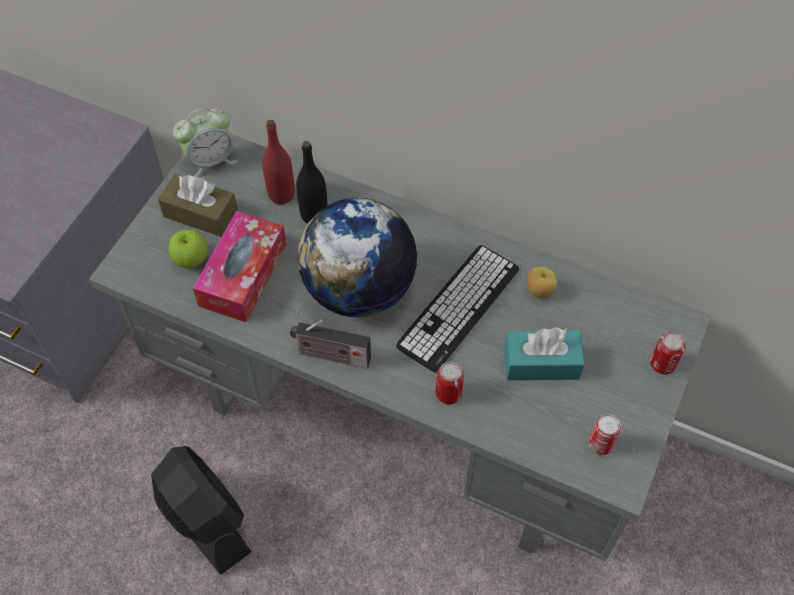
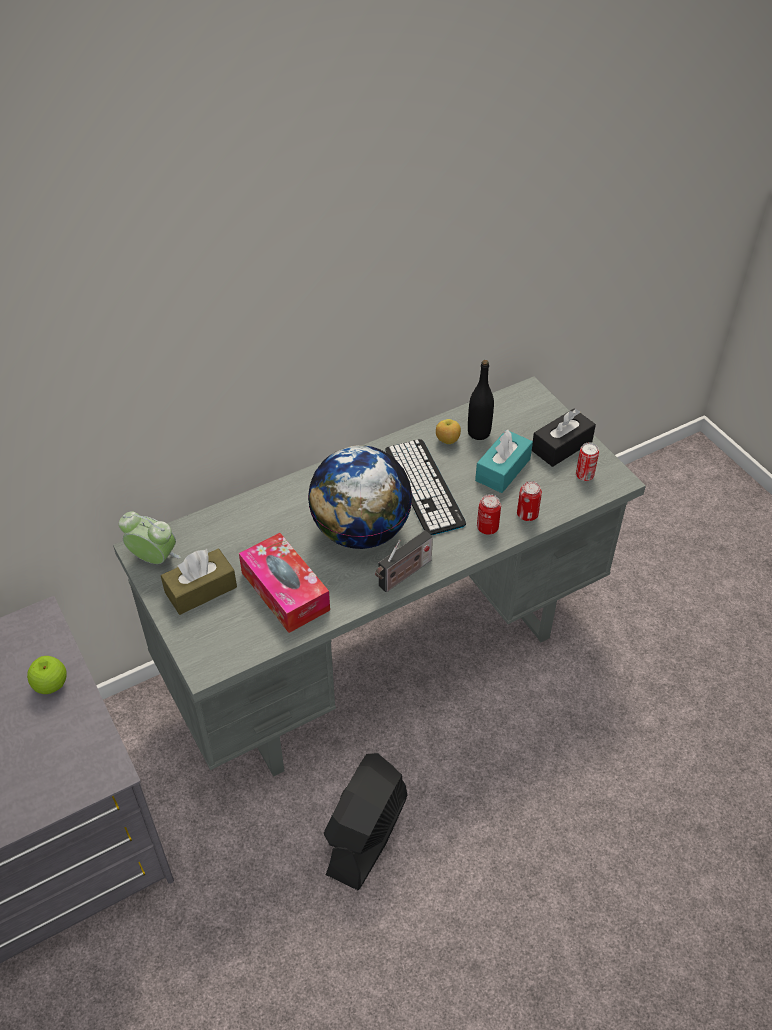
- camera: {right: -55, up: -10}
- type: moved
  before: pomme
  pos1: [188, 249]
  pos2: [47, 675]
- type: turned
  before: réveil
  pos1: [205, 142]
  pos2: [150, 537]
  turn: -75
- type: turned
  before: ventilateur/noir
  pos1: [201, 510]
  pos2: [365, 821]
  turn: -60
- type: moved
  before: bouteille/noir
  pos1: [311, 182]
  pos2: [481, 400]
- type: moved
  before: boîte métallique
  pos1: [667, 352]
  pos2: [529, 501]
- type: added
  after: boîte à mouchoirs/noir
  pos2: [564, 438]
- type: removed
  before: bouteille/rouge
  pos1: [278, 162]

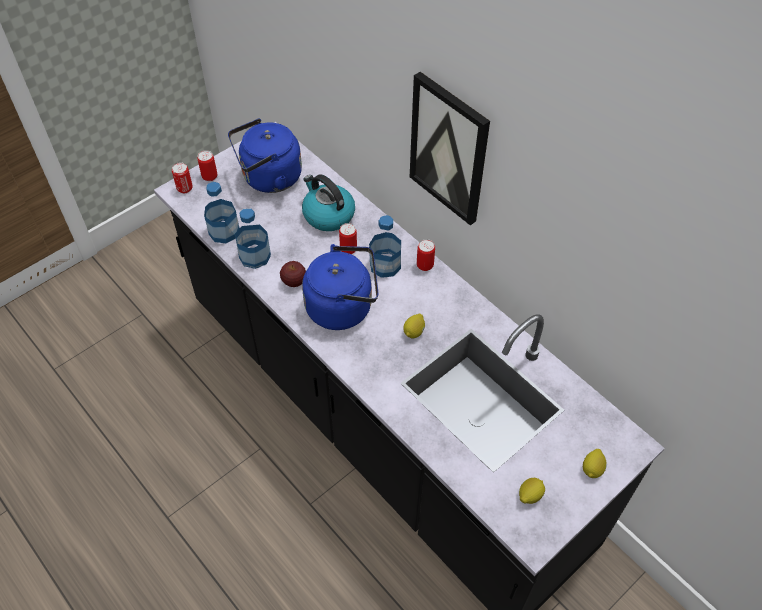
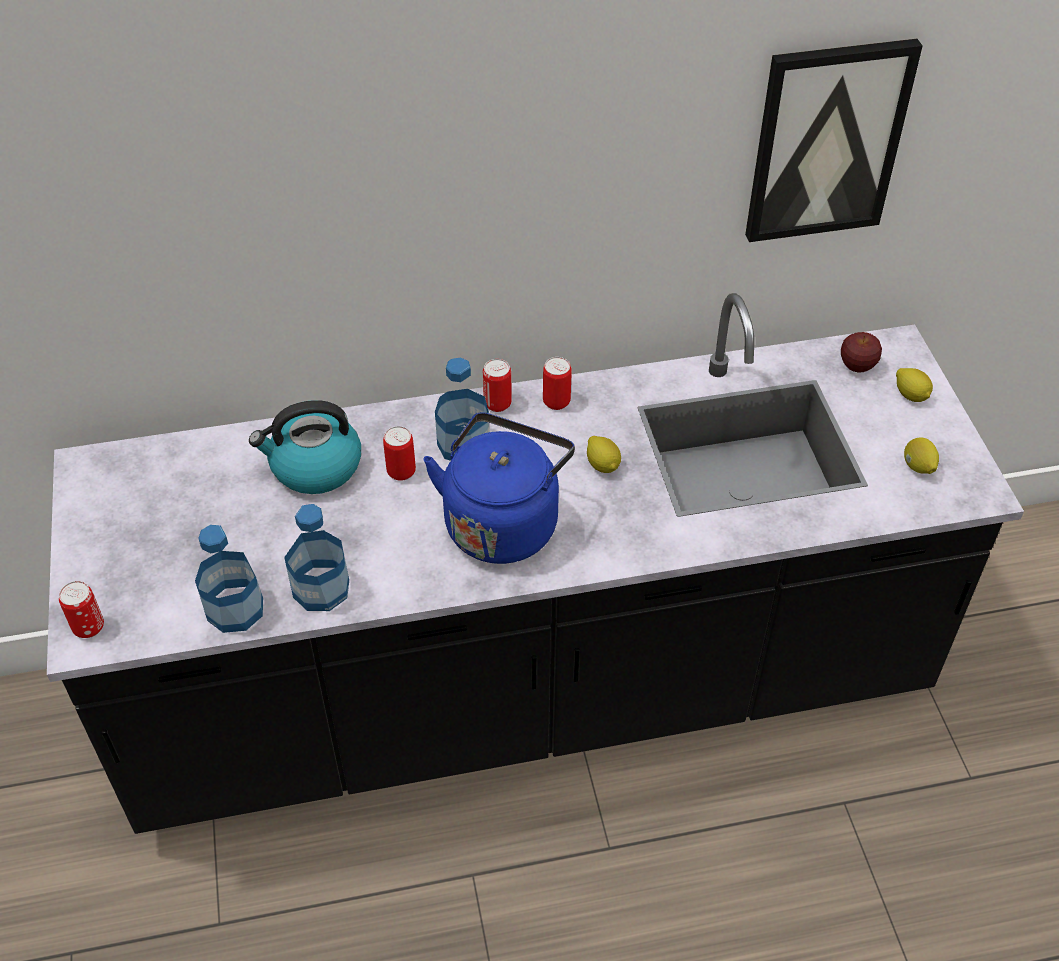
- camera: {right: -60, up: -5}
- type: moved
  before: boîte métallique
  pos1: [207, 165]
  pos2: [557, 383]
- type: moved
  before: tableau
  pos1: [450, 148]
  pos2: [833, 140]
- type: moved
  before: pomme
  pos1: [293, 274]
  pos2: [861, 352]
- type: removed
  before: bouilloire/bleu
  pos1: [265, 156]

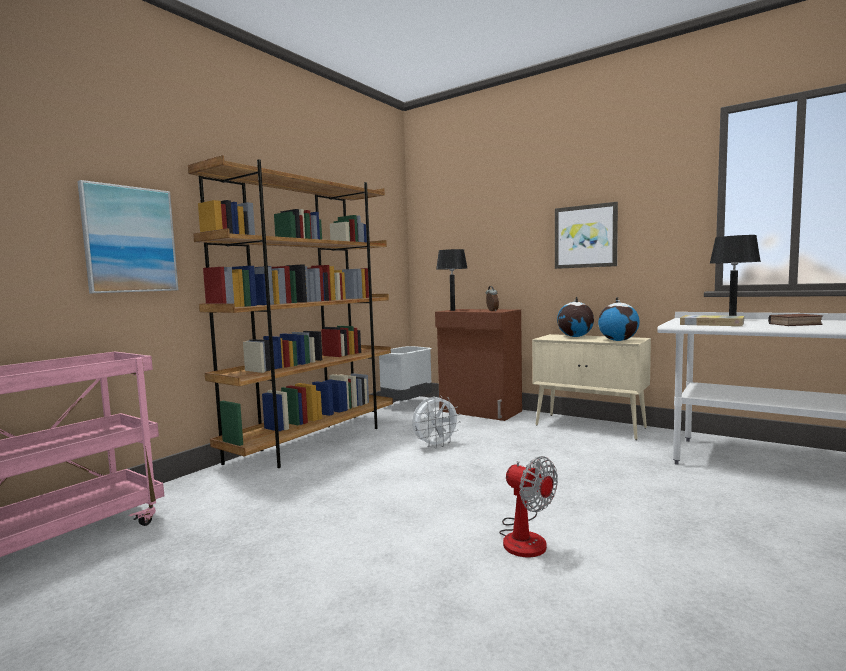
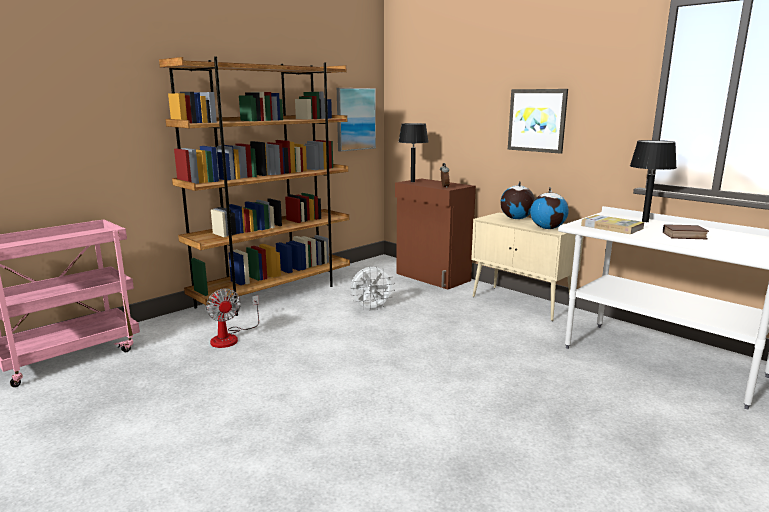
- camera: {right: 10, up: 10}
- type: moved
  before: ventilateur
  pos1: [528, 506]
  pos2: [232, 318]
- type: moved
  before: tableau
  pos1: [127, 236]
  pos2: [356, 120]
- type: removed
  before: poubelle/gris
  pos1: [405, 373]

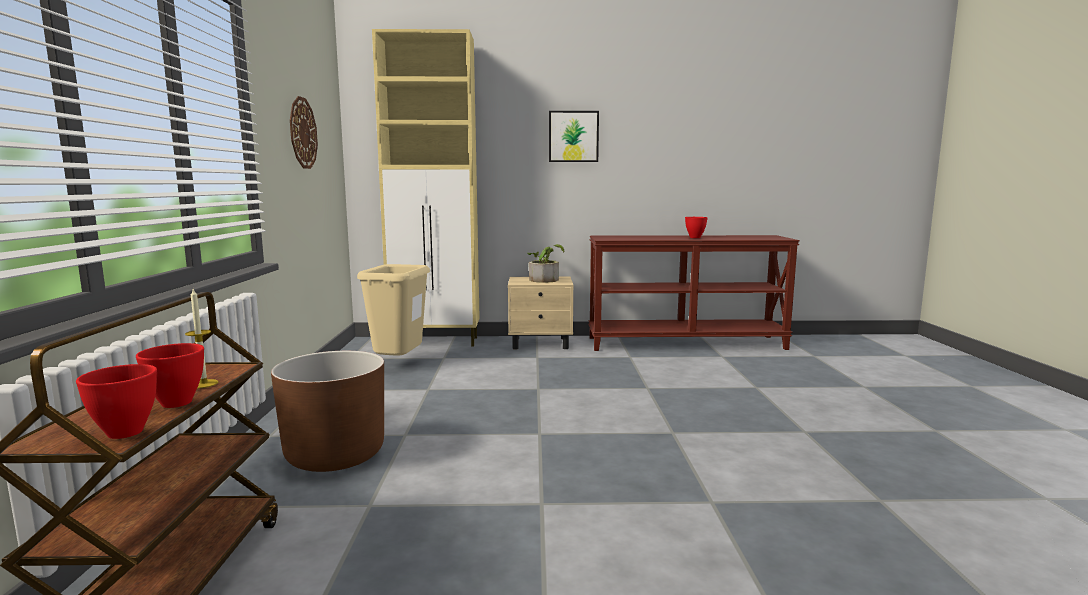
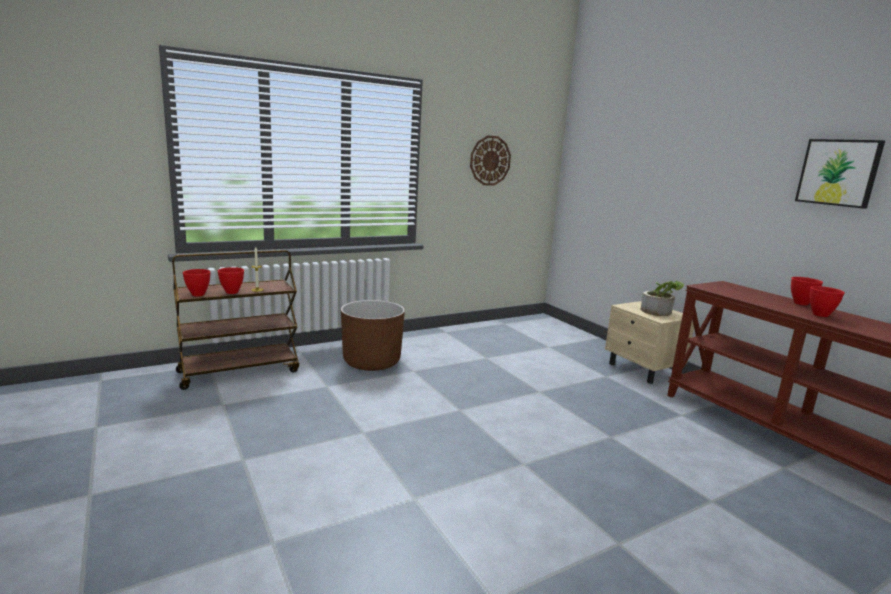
- camera: {right: 60, up: 5}
- type: added
  after: bol/rouge
  pos2: [807, 291]
- type: moved
  before: tableau
  pos1: [574, 136]
  pos2: [840, 174]
- type: removed
  before: poubelle/beige
  pos1: [393, 310]
- type: removed
  before: meuble de rangement/beige
  pos1: [426, 188]

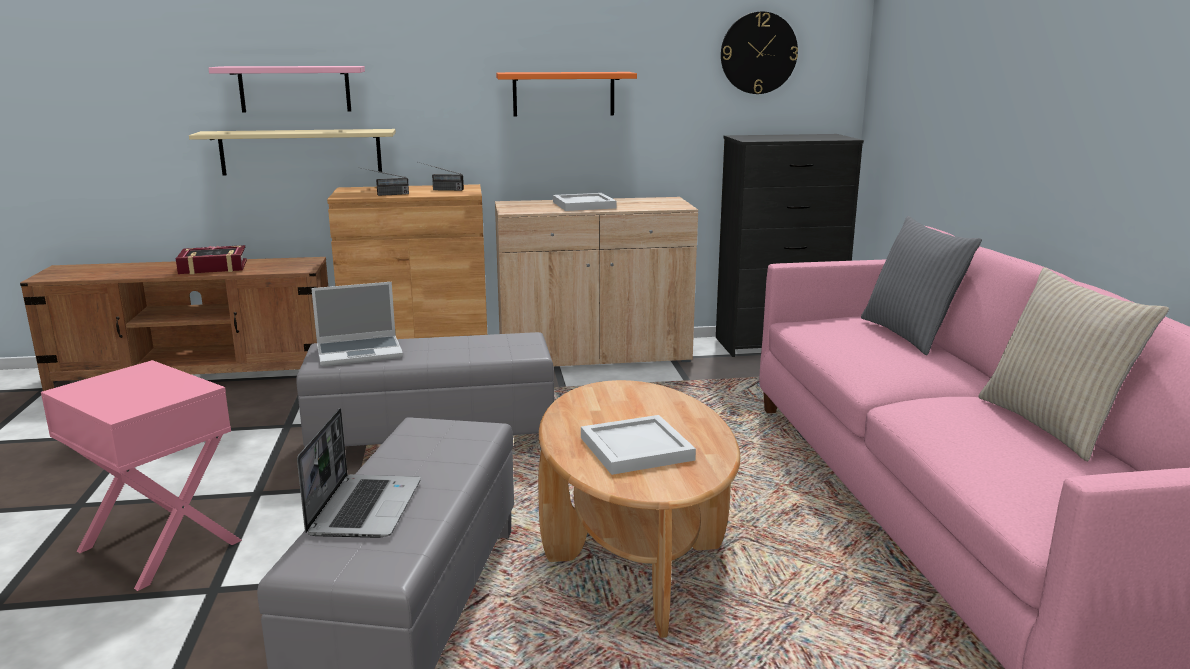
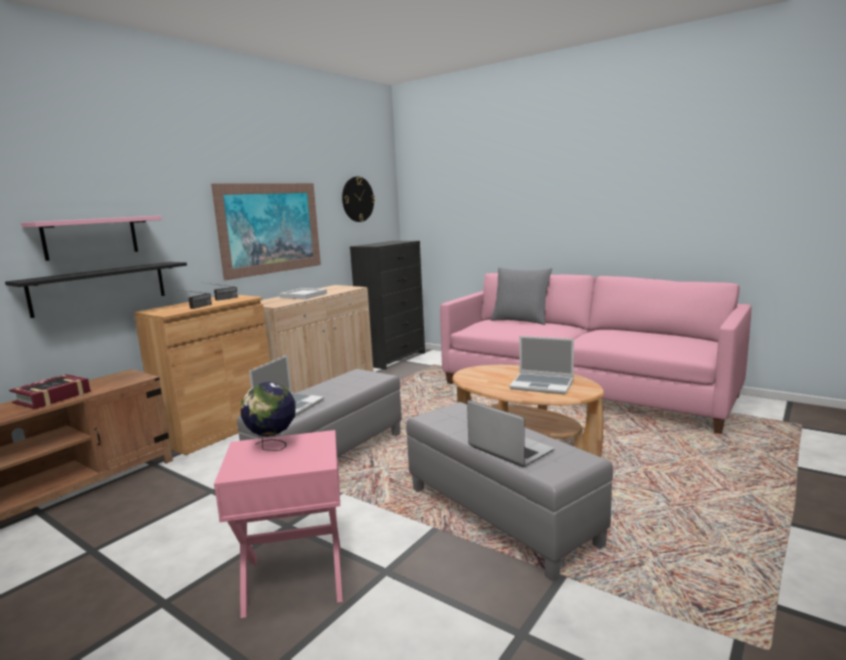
- camera: {right: -45, up: -5}
- type: recoloured
  before: étagère/beige
  after: étagère/noir
  pos1: [292, 152]
  pos2: [96, 290]
- type: replaced
  before: étagère/orange
  after: tableau
  pos1: [566, 94]
  pos2: [266, 231]
- type: added
  after: globe
  pos2: [268, 416]
- type: replaced
  before: plateau/blanc
  after: ordinateur portable
  pos1: [638, 445]
  pos2: [541, 365]
- type: removed
  before: coussin/beige
  pos1: [1074, 364]

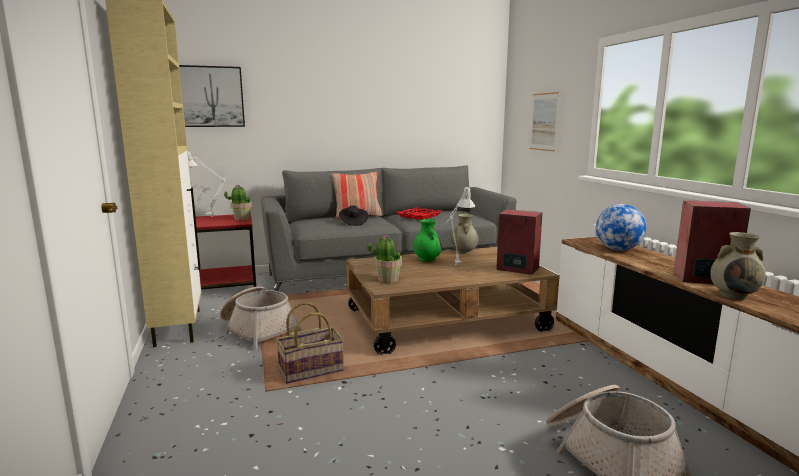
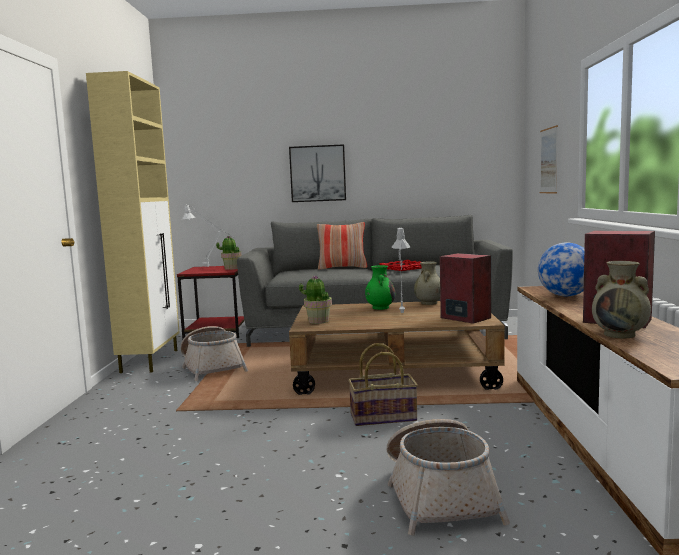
- camera: {right: 20, up: -5}
- type: moved
  before: tableau
  pos1: [212, 96]
  pos2: [317, 173]
- type: moved
  before: panier
  pos1: [310, 342]
  pos2: [383, 384]
- type: removed
  before: chapeau/noir
  pos1: [353, 216]

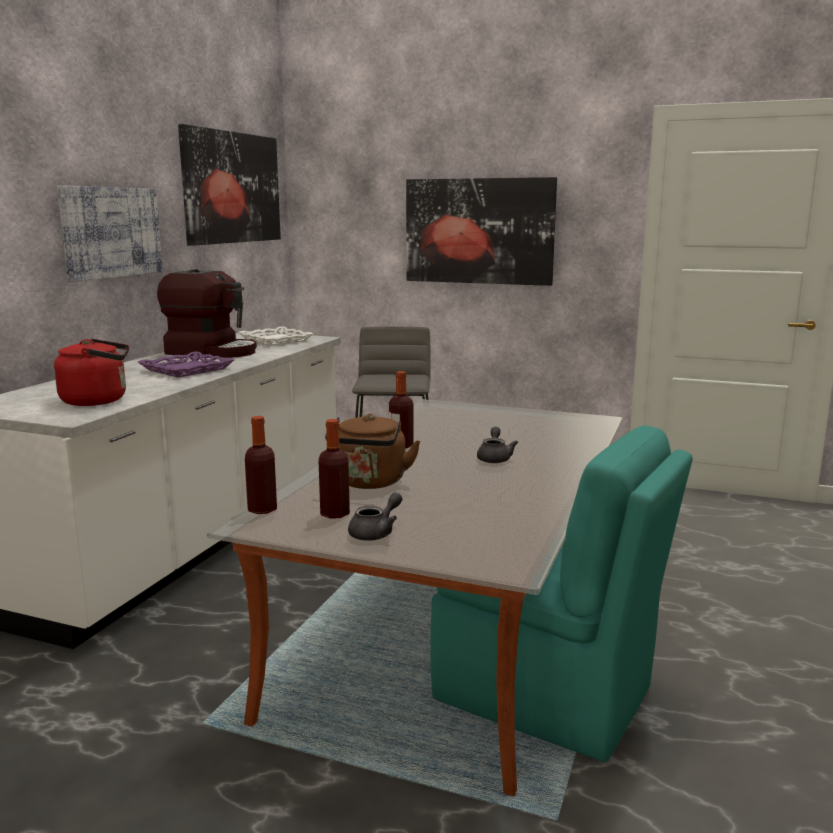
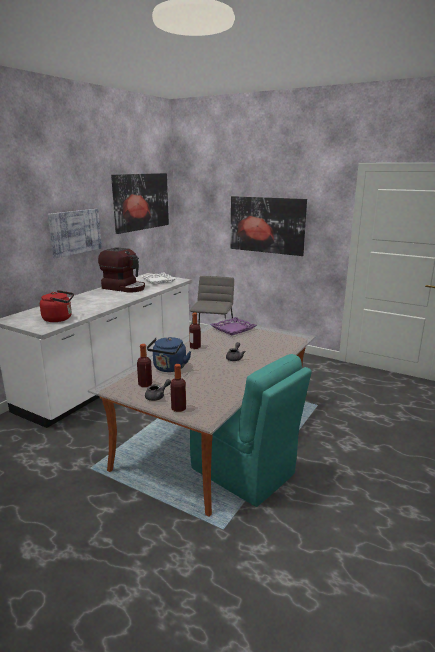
- camera: {right: 10, up: 5}
- type: recoloured
  before: bouilloire/marron
  after: bouilloire/bleu
  pos1: [372, 451]
  pos2: [169, 354]
- type: moved
  before: bouteille
  pos1: [261, 465]
  pos2: [178, 388]
- type: moved
  before: plateau/violet
  pos1: [186, 364]
  pos2: [233, 326]

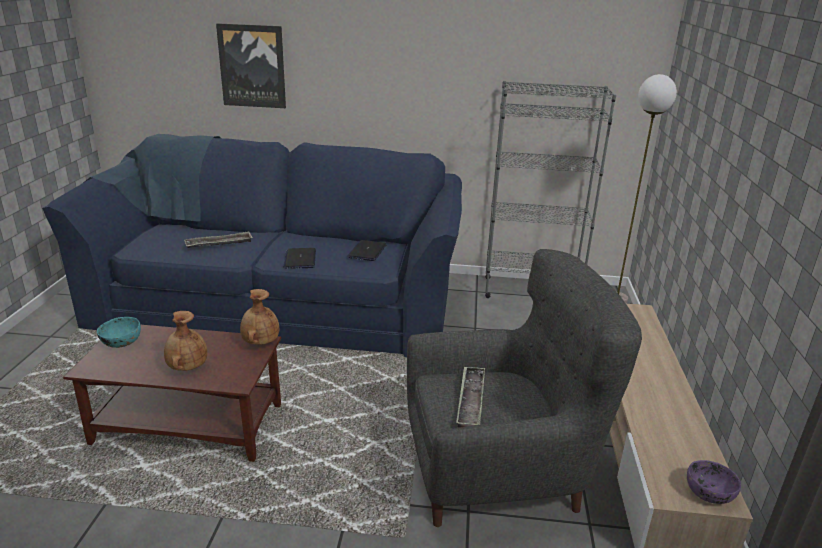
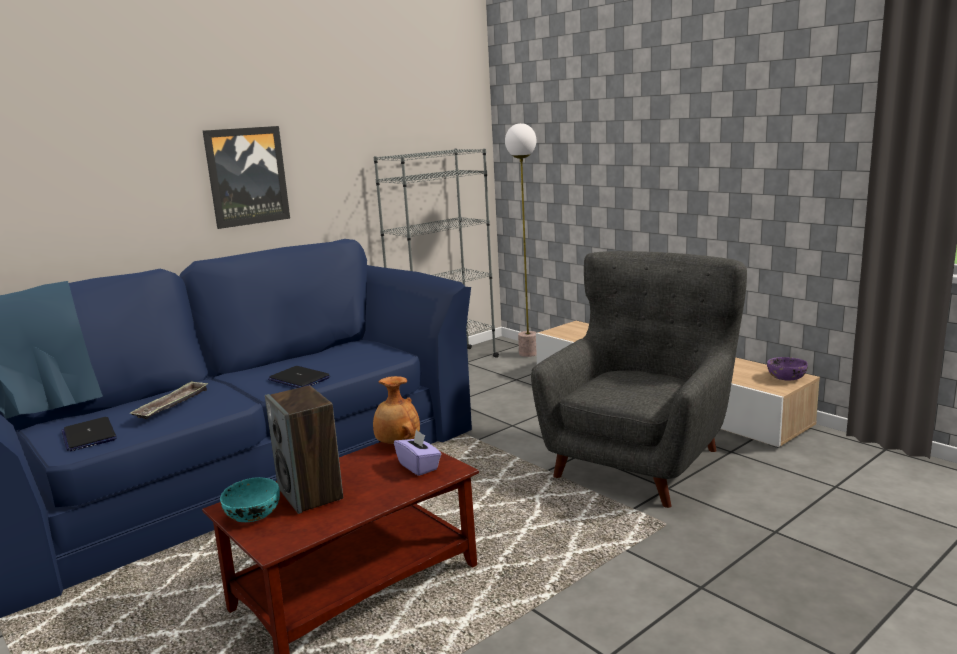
- camera: {right: -45, up: -10}
- type: moved
  before: ordinateur portable
  pos1: [366, 250]
  pos2: [89, 434]
- type: moved
  before: tableau
  pos1: [251, 65]
  pos2: [246, 177]
- type: added
  after: enceinte
  pos2: [304, 449]
- type: added
  after: boîte à mouchoirs/violet
  pos2: [417, 452]
- type: removed
  before: vase/marron
  pos1: [185, 341]
- type: removed
  before: plateau
  pos1: [470, 397]

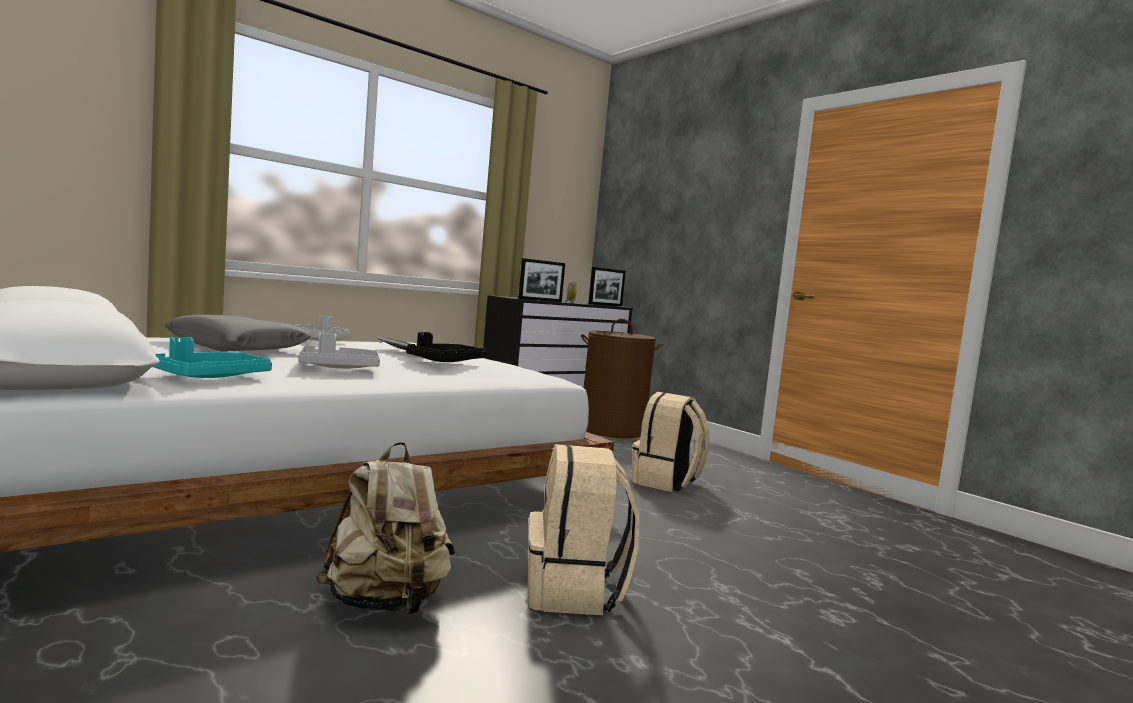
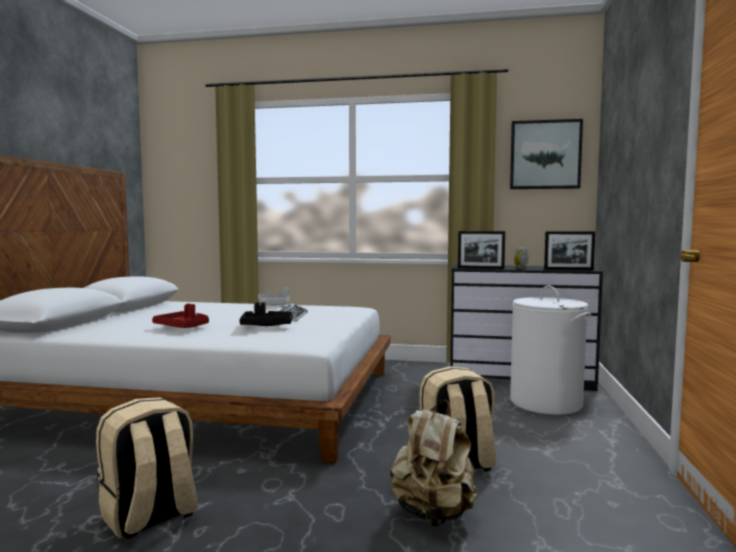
- camera: {right: 50, up: 0}
- type: recoloured
  before: plateau/gris
  after: plateau/rouge
  pos1: [339, 351]
  pos2: [180, 316]
- type: moved
  before: sac à dos/beige
  pos1: [386, 528]
  pos2: [433, 463]
- type: added
  after: tableau
  pos2: [546, 154]
- type: recoloured
  before: panier à linge/marron
  after: panier à linge/blanc
  pos1: [622, 378]
  pos2: [550, 350]
- type: removed
  before: plateau/turquoise
  pos1: [212, 357]
- type: removed
  before: coussin/gris
  pos1: [238, 333]

